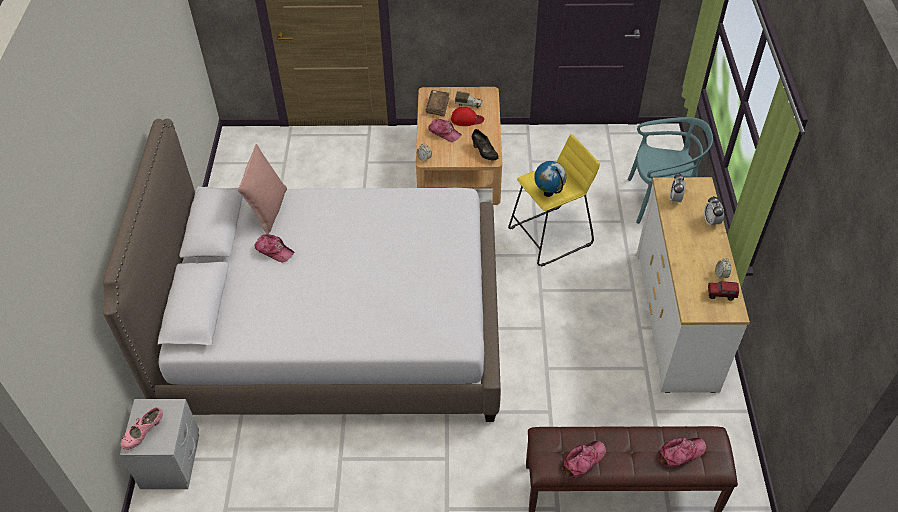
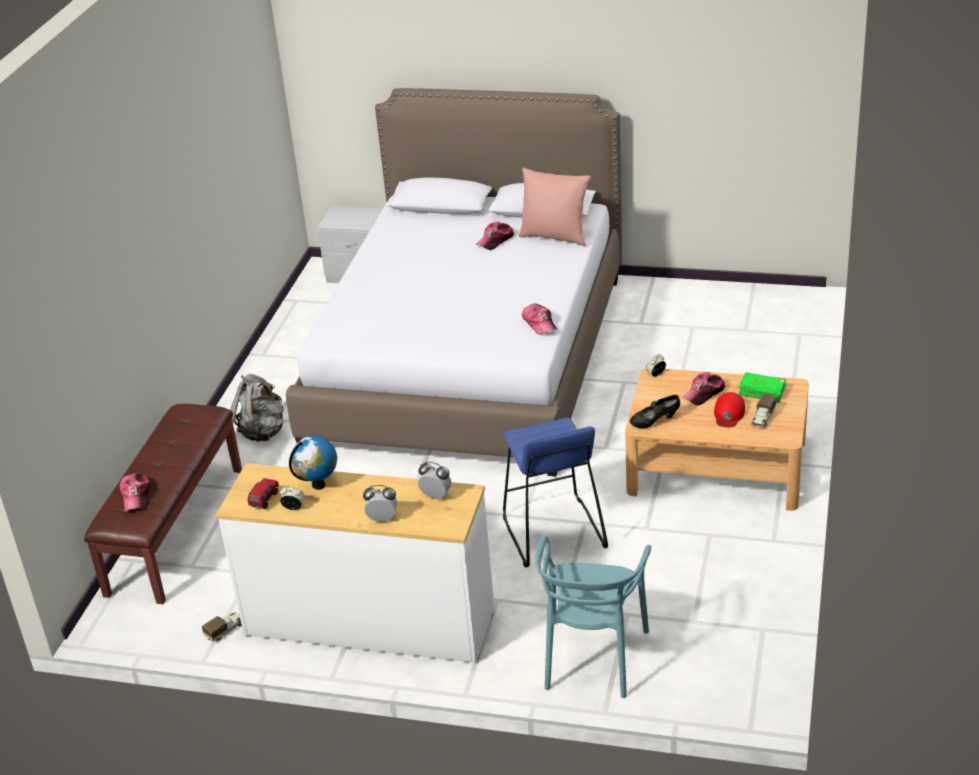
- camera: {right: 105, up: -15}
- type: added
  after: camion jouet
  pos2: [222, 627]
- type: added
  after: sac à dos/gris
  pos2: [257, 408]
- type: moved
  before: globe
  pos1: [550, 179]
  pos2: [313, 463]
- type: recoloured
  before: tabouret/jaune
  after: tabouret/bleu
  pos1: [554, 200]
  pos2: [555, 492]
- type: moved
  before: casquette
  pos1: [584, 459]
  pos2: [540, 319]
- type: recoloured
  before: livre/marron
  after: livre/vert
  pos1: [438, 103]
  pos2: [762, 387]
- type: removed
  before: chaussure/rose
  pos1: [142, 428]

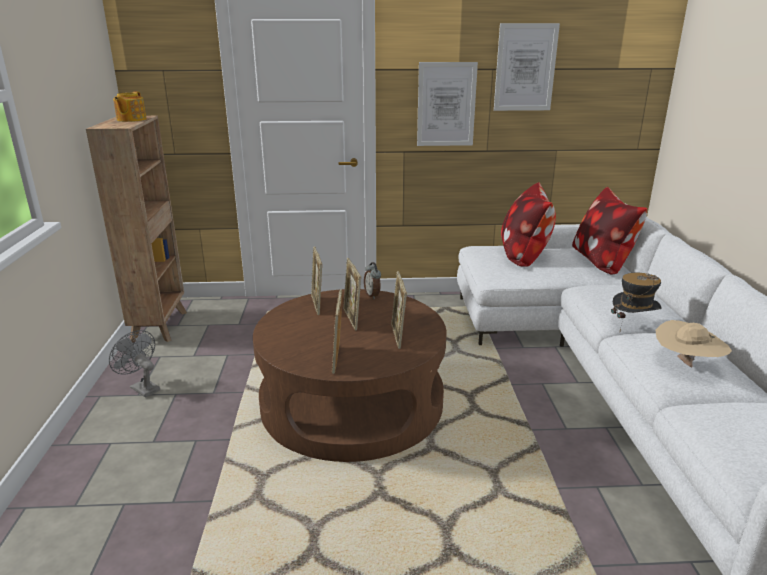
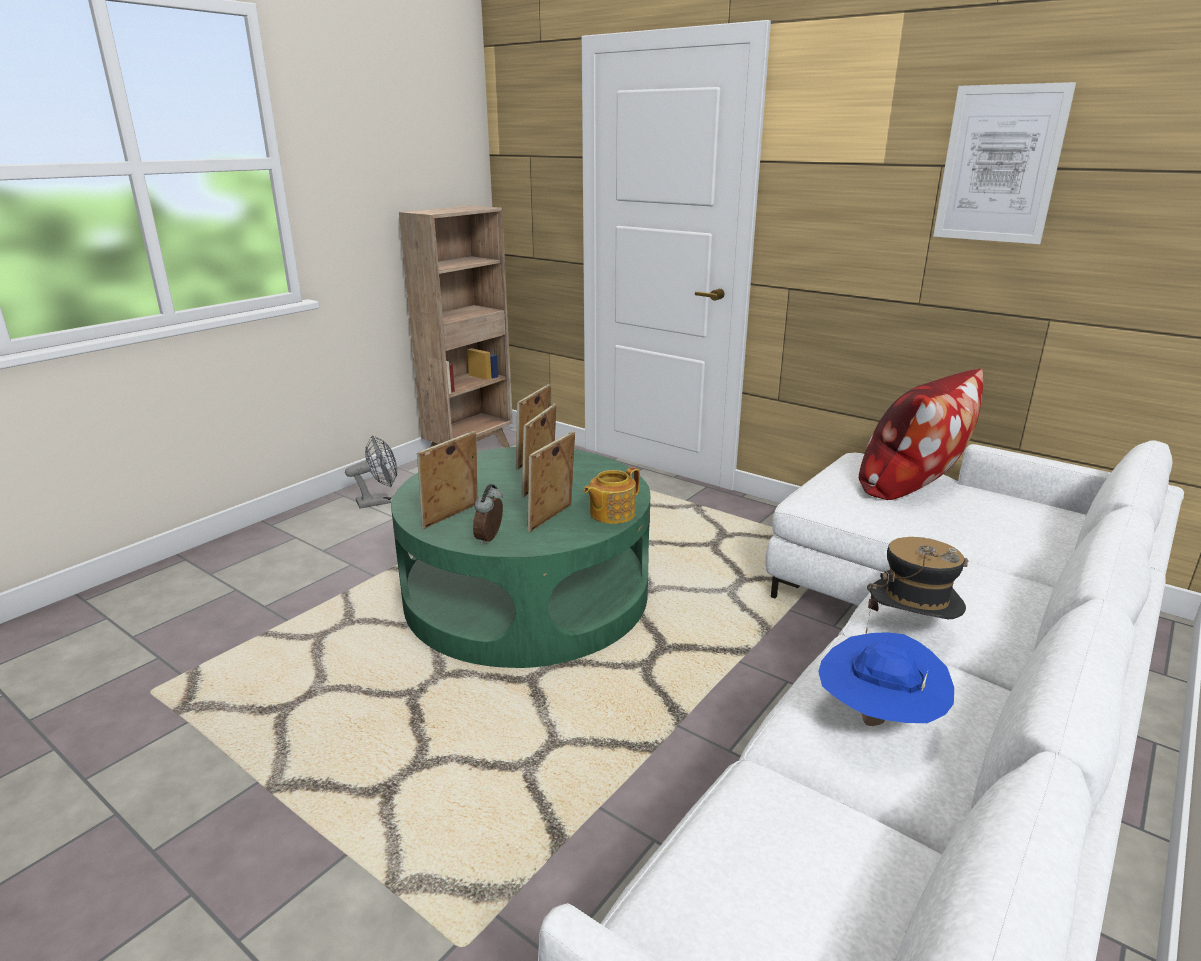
- camera: {right: 40, up: 0}
- type: turned
  before: ventilateur/gris
  pos1: [134, 363]
  pos2: [371, 472]
  turn: 75
- type: recoloured
  before: table basse/marron
  after: table basse/vert
  pos1: [350, 375]
  pos2: [520, 557]
- type: moved
  before: réveil
  pos1: [372, 280]
  pos2: [488, 514]
- type: moved
  before: théière
  pos1: [130, 106]
  pos2: [612, 495]
- type: recoloured
  before: chapeau/beige
  after: chapeau/bleu
  pos1: [693, 343]
  pos2: [886, 679]
- type: removed
  before: tableau
  pos1: [447, 104]
- type: removed
  before: coussin
  pos1: [609, 230]

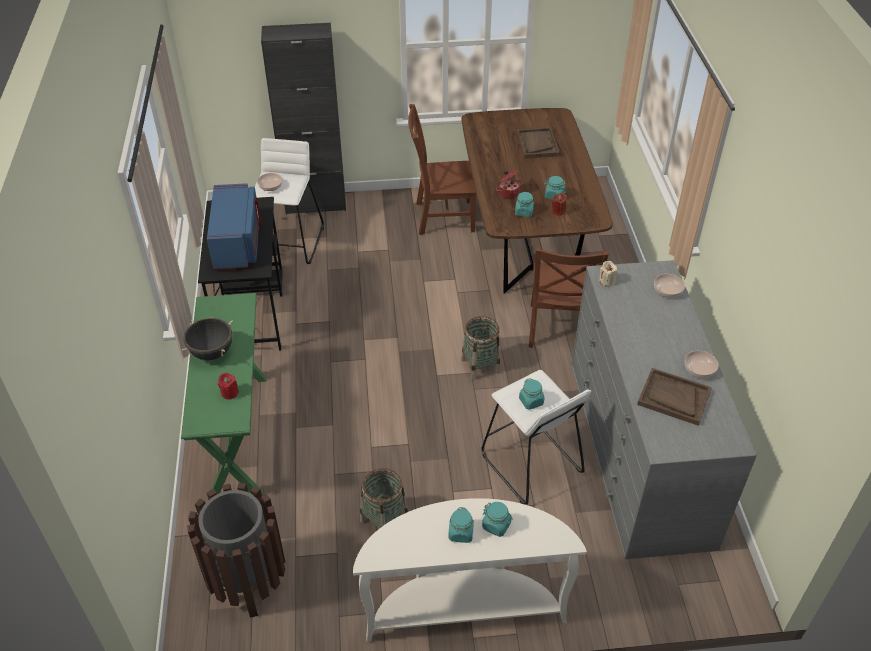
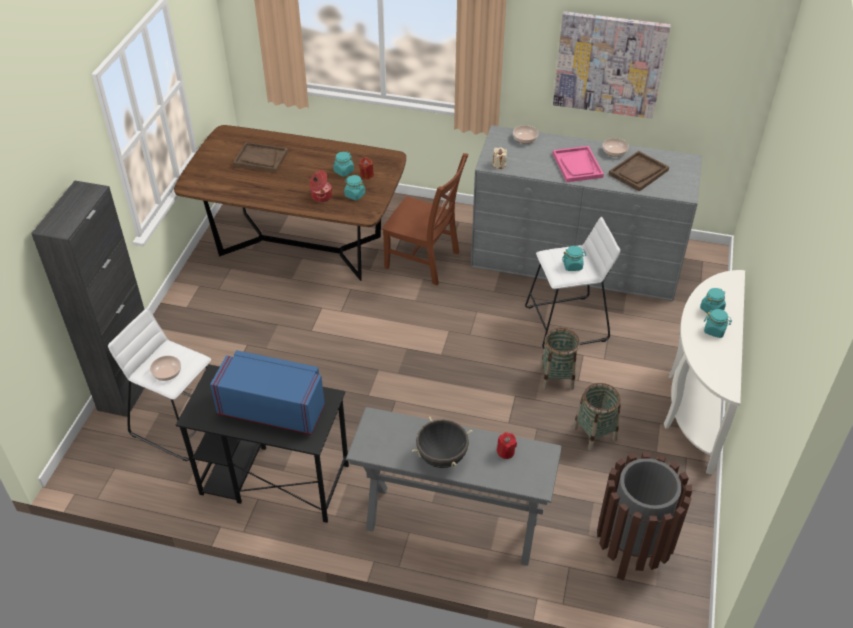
- camera: {right: -70, up: 0}
- type: recoloured
  before: table console/vert
  after: table console/gris
  pos1: [223, 393]
  pos2: [454, 486]
- type: moved
  before: panier
  pos1: [480, 348]
  pos2: [560, 359]
- type: added
  after: tableau
  pos2: [612, 65]
- type: added
  after: plateau/rose
  pos2: [578, 164]
- type: removed
  before: chaise/marron
  pos1: [442, 169]

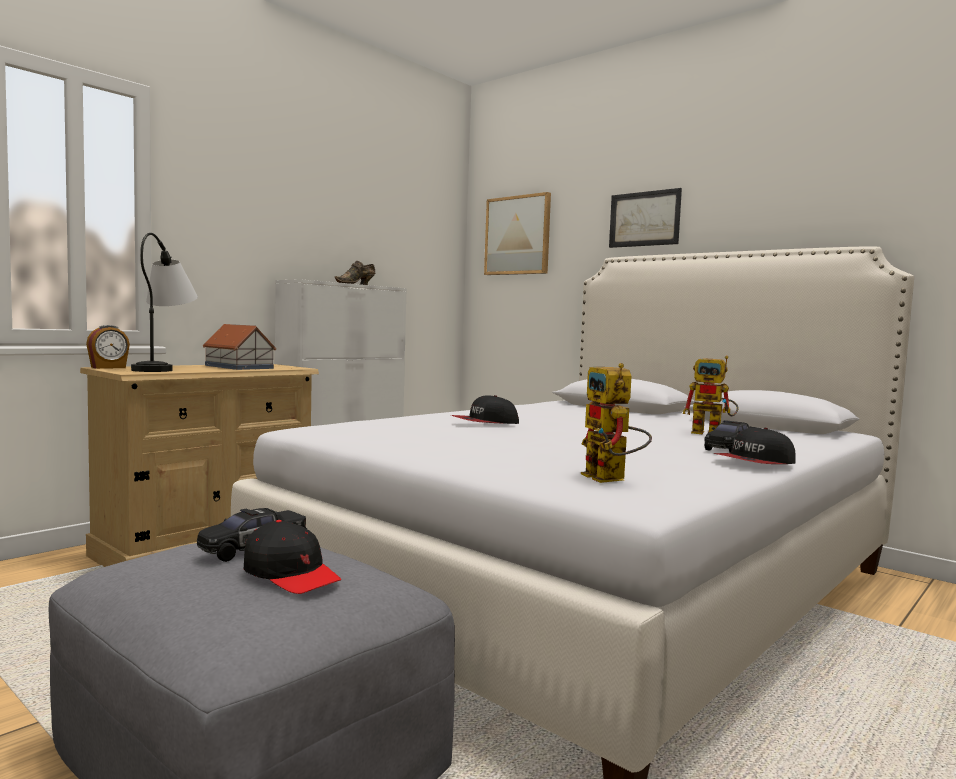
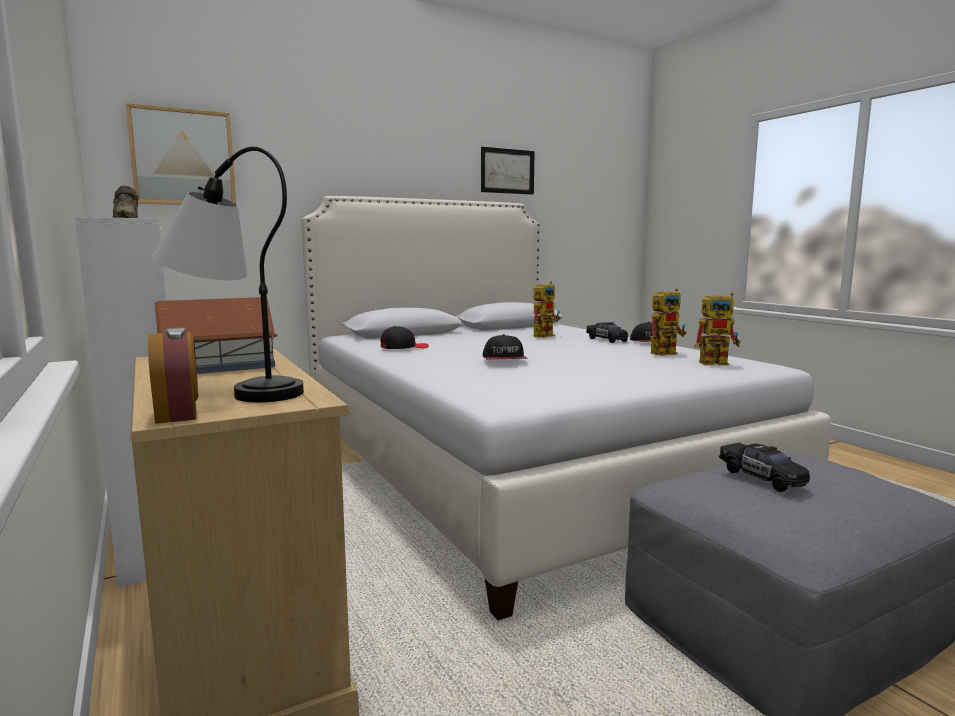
- camera: {right: -70, up: 5}
- type: moved
  before: casquette/noir
  pos1: [292, 557]
  pos2: [405, 337]
- type: moved
  before: tableau
  pos1: [645, 218]
  pos2: [508, 171]
- type: added
  after: robot jouet
  pos2: [668, 322]

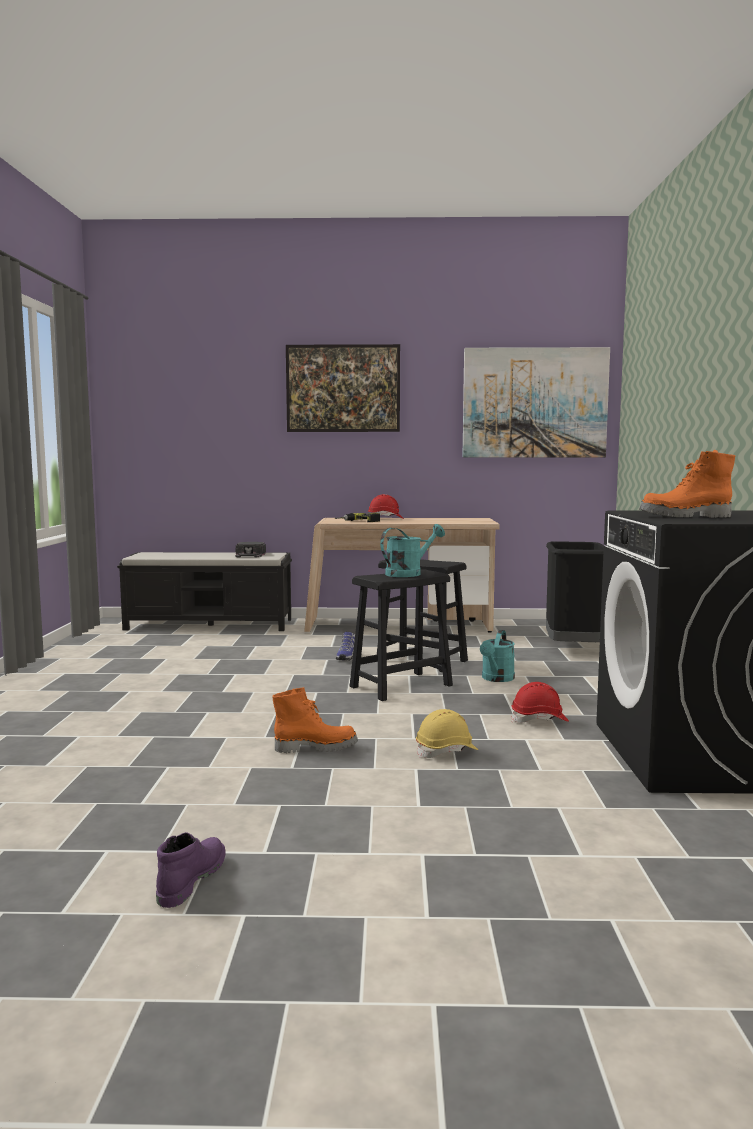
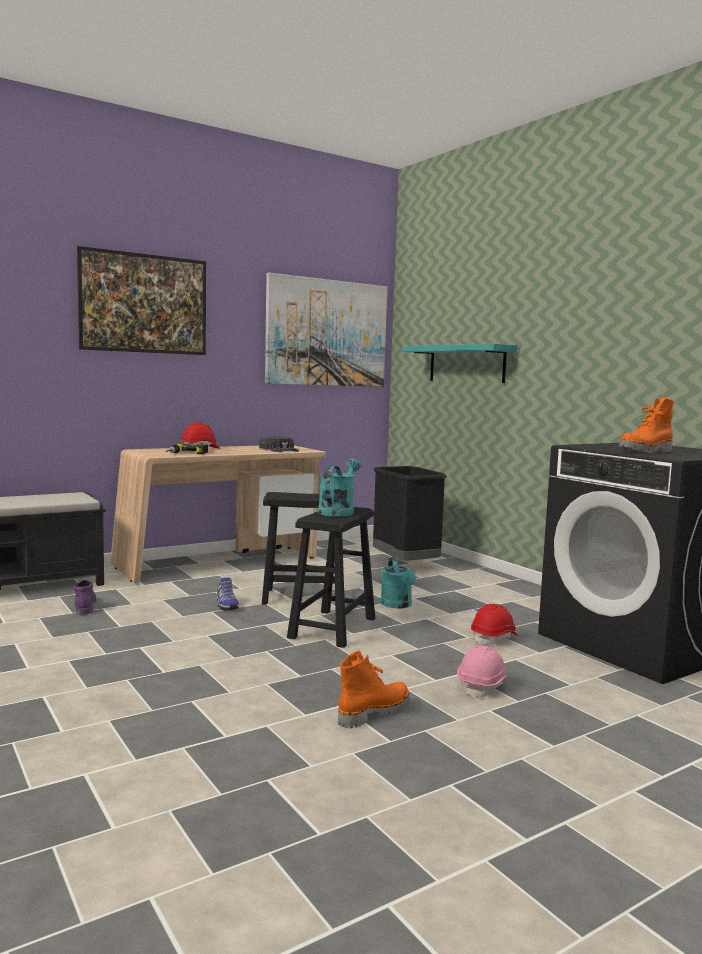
- camera: {right: -35, up: 0}
- type: moved
  before: botte/violet
  pos1: [191, 870]
  pos2: [85, 597]
- type: moved
  before: casquette/noir
  pos1: [250, 549]
  pos2: [279, 444]
- type: added
  after: étagère/turquoise
  pos2: [459, 363]
- type: recoloured
  before: casque de chantier/jaune
  after: casque de chantier/rose
  pos1: [447, 733]
  pos2: [482, 672]

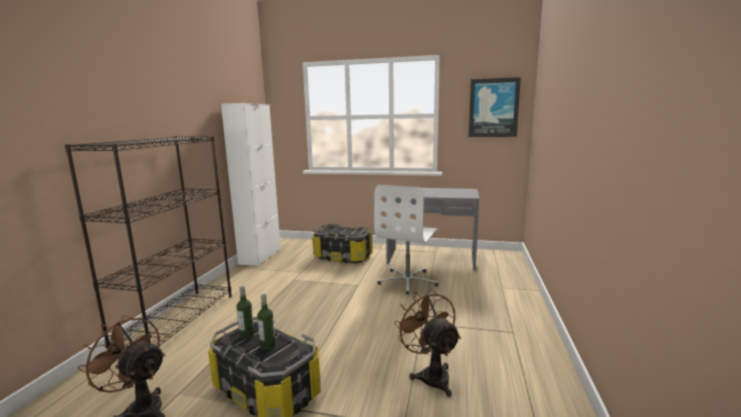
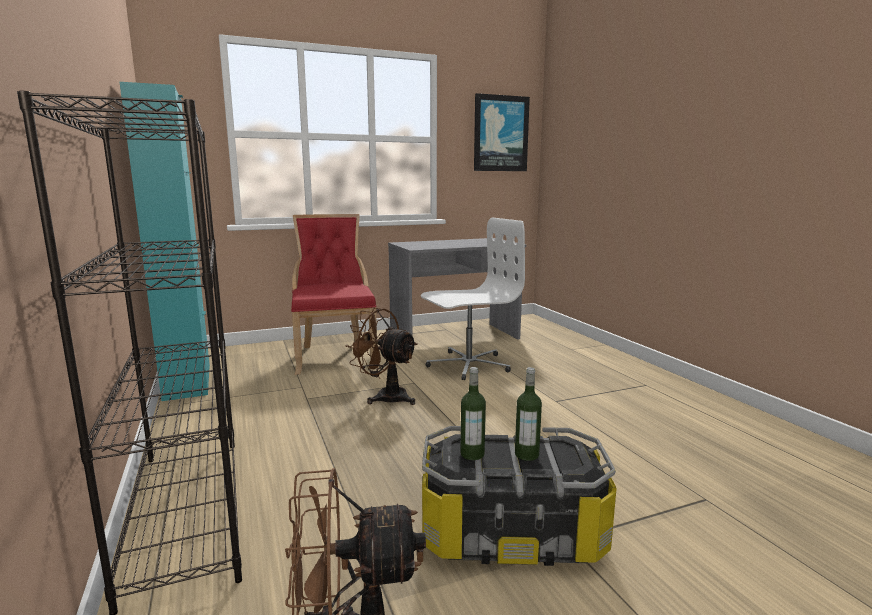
- camera: {right: -35, up: 0}
- type: recoloured
  before: meuble de rangement/blanc
  after: meuble de rangement/turquoise
  pos1: [251, 184]
  pos2: [165, 241]
- type: replaced
  before: boîte de rangement
  after: chaise/rouge
  pos1: [342, 243]
  pos2: [335, 294]
- type: moved
  before: ventilateur/marron
  pos1: [427, 343]
  pos2: [381, 356]
- type: turned
  before: chaise de bureau/blanc
  pos1: [406, 240]
  pos2: [473, 299]
  turn: -105

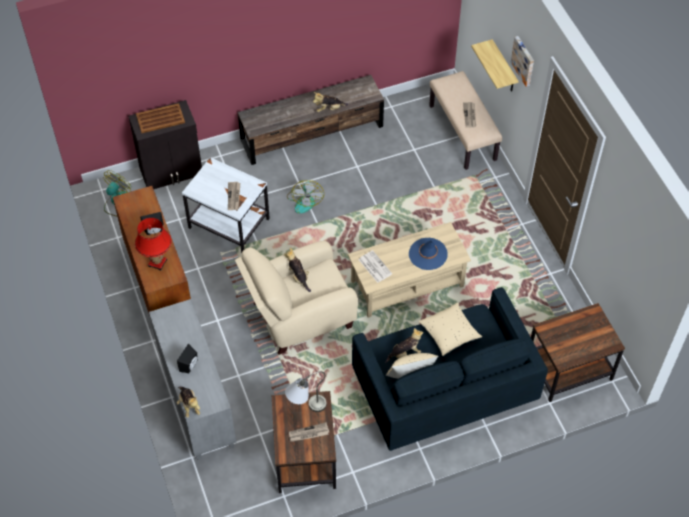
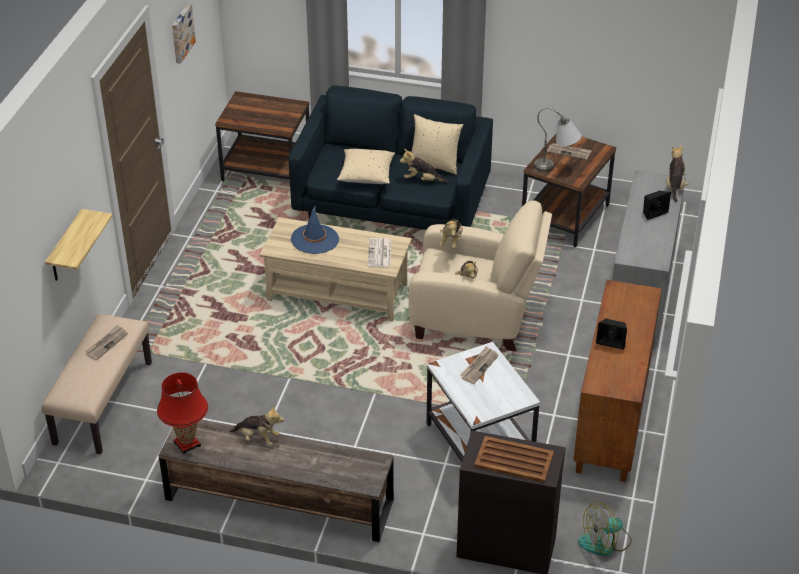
- camera: {right: -145, up: -15}
- type: moved
  before: lampe de table/rouge
  pos1: [153, 244]
  pos2: [182, 413]
- type: moved
  before: tableau
  pos1: [522, 61]
  pos2: [184, 34]
- type: added
  after: peluche
  pos2: [451, 234]
- type: removed
  before: ventilateur
  pos1: [305, 197]

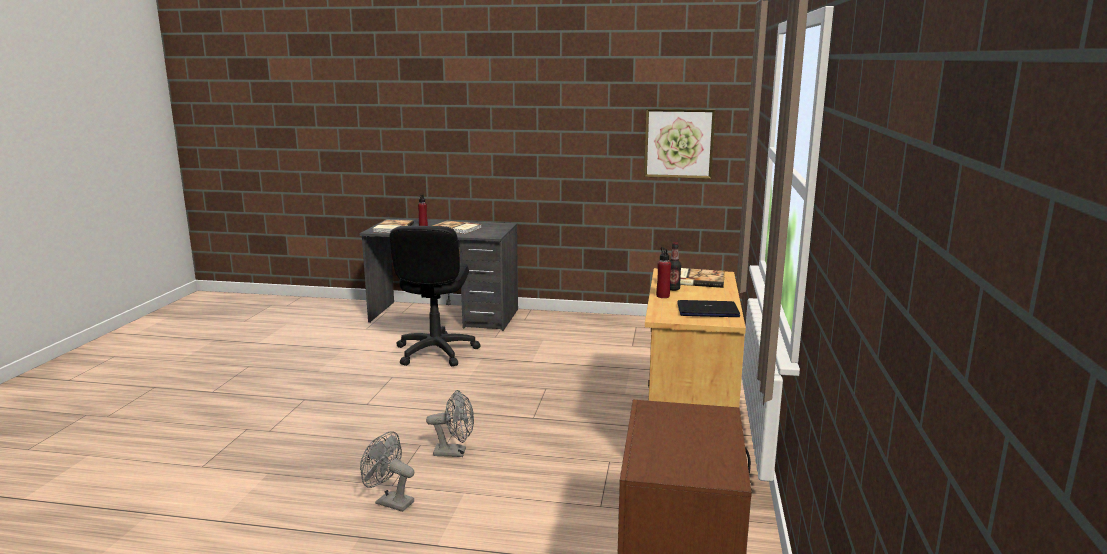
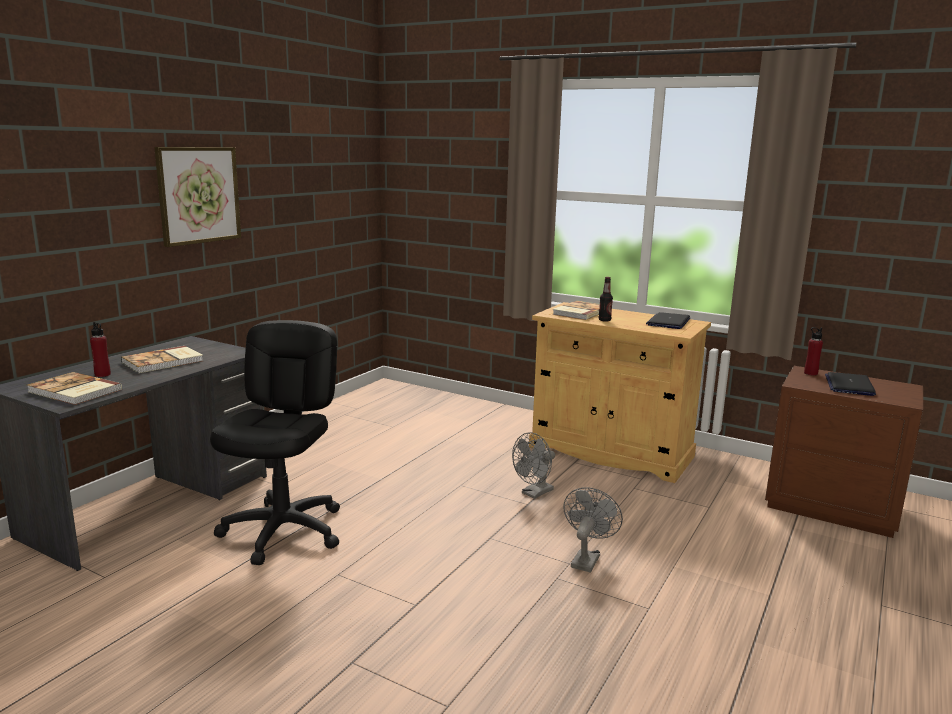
- camera: {right: -70, up: 0}
- type: moved
  before: tableau
  pos1: [679, 144]
  pos2: [197, 197]
- type: turned
  before: chaise de bureau/noir
  pos1: [435, 296]
  pos2: [275, 442]
  turn: -105
- type: moved
  before: ventilateur/gris
  pos1: [387, 471]
  pos2: [533, 465]
- type: moved
  before: bouteille/rouge
  pos1: [663, 272]
  pos2: [813, 351]
- type: added
  after: ordinateur portable
  pos2: [850, 384]

